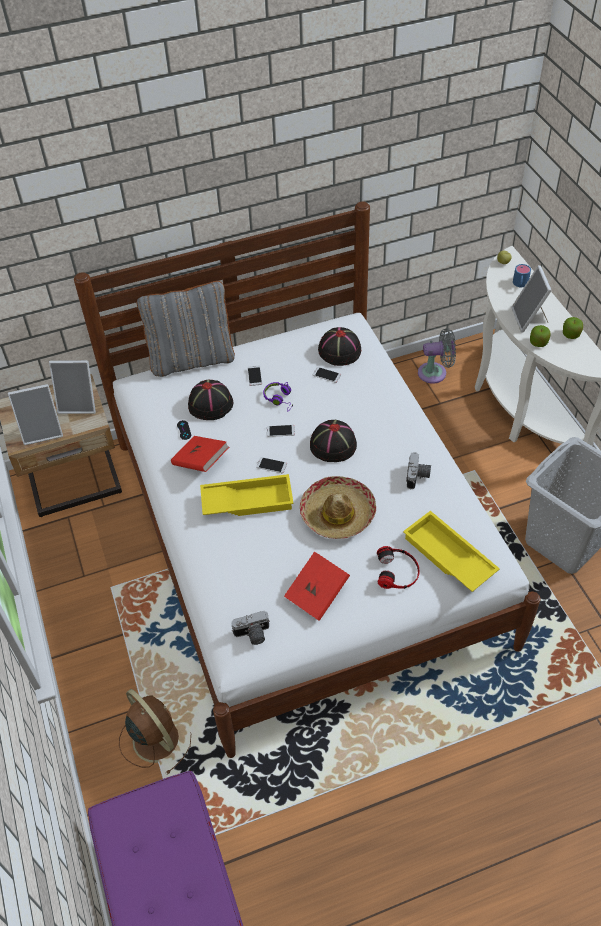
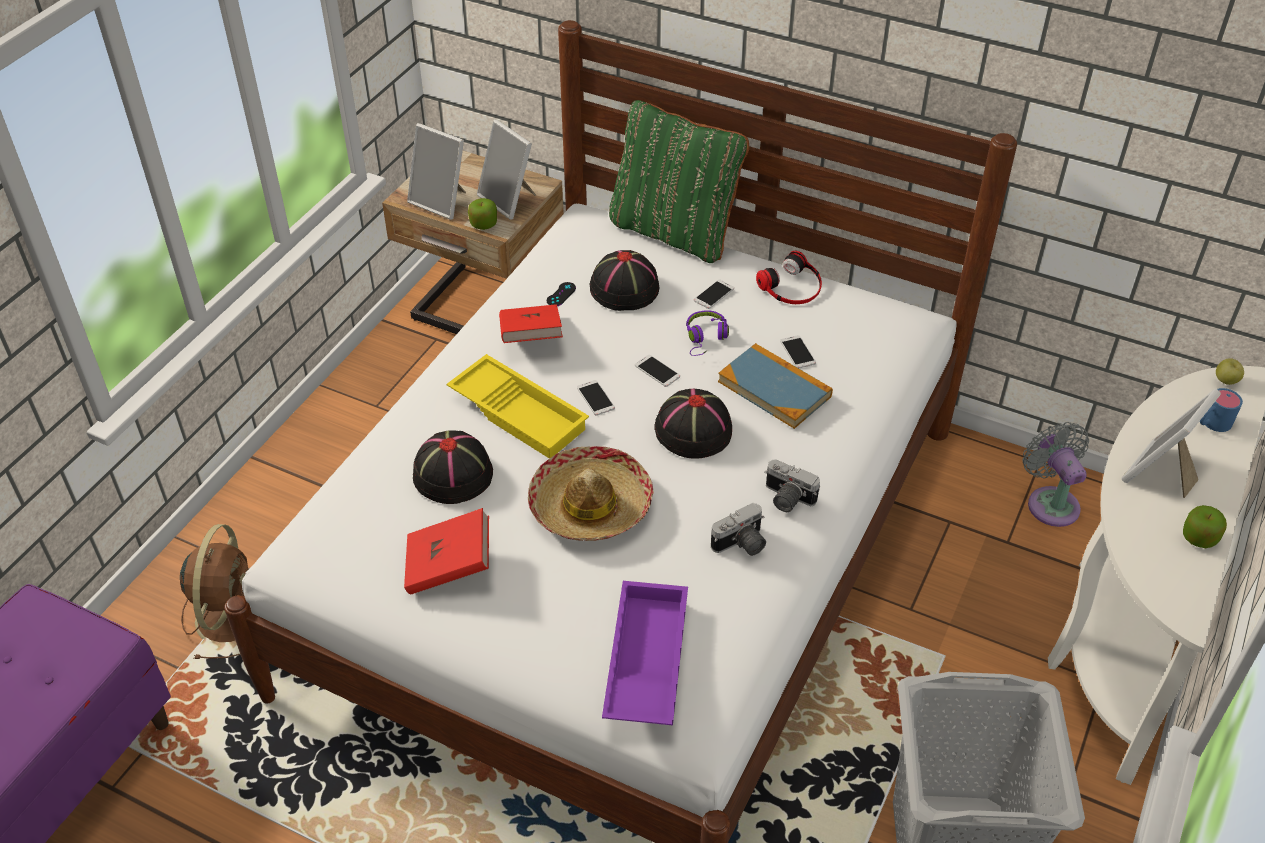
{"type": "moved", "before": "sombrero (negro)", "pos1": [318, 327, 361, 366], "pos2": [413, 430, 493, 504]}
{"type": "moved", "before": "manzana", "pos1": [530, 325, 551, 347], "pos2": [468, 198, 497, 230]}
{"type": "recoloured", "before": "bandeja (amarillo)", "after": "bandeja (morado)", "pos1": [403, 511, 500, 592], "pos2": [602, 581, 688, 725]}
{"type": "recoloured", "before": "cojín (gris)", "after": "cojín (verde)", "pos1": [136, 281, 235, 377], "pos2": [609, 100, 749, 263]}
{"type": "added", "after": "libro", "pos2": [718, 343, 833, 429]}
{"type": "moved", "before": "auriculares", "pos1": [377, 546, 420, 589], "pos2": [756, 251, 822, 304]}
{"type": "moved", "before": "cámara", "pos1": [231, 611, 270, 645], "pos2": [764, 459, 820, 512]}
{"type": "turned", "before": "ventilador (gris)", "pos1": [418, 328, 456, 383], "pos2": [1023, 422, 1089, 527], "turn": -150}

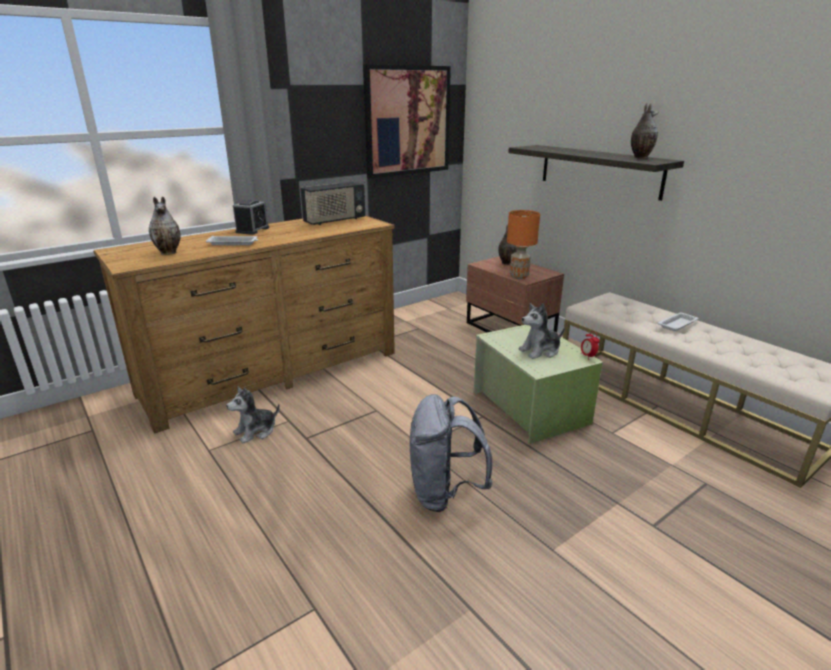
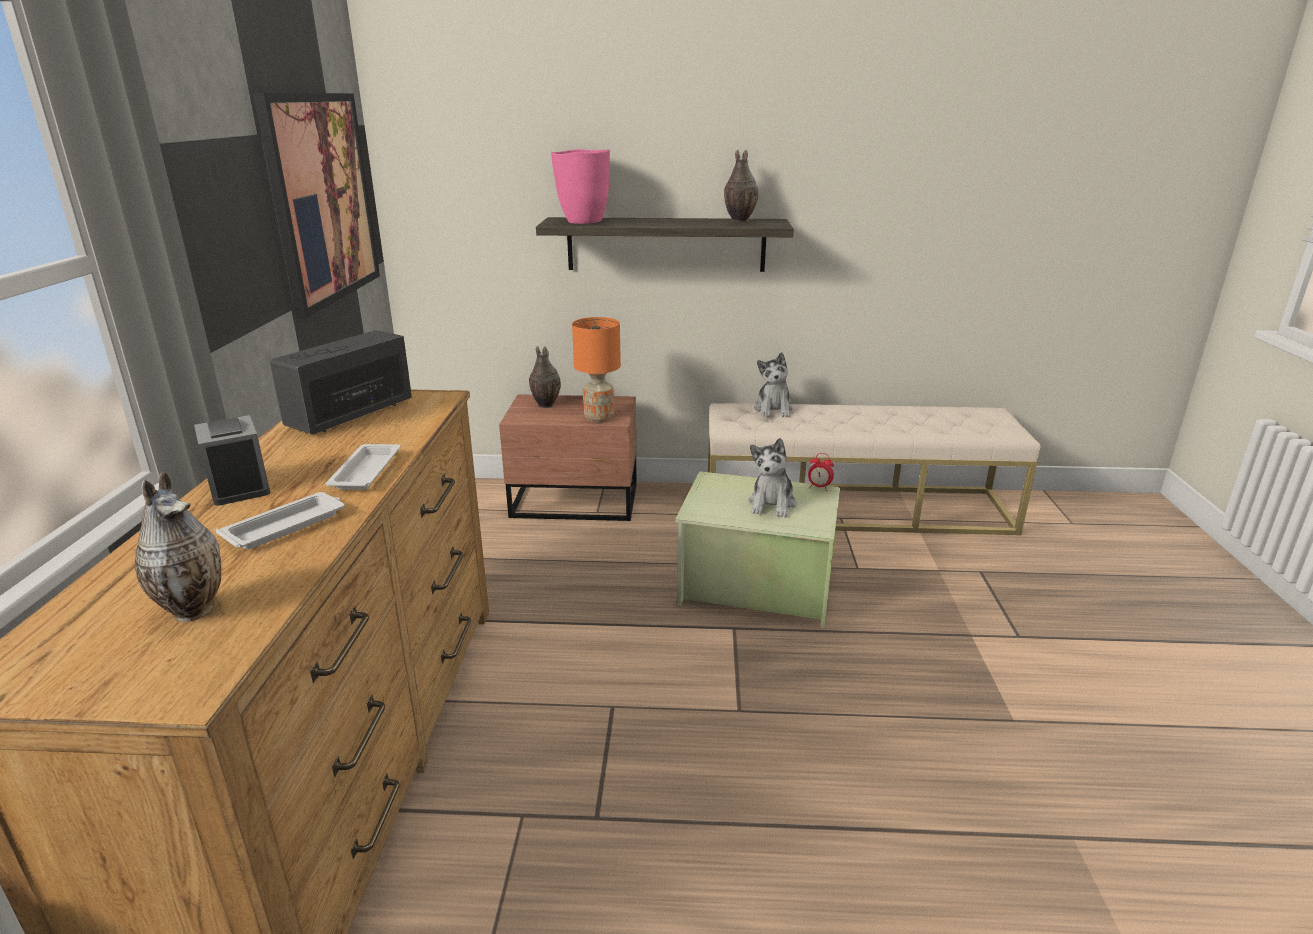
{"type": "turned", "before": "radio", "pos1": [300, 182, 365, 225], "pos2": [270, 330, 412, 434], "turn": -150}
{"type": "moved", "before": "bandeja (blanco)", "pos1": [657, 312, 699, 331], "pos2": [325, 444, 401, 490]}
{"type": "added", "after": "florero (rosa)", "pos2": [551, 149, 610, 224]}
{"type": "moved", "before": "peluche", "pos1": [226, 386, 280, 443], "pos2": [754, 352, 793, 417]}
{"type": "removed", "before": "mochila (gris)", "pos1": [410, 394, 492, 512]}

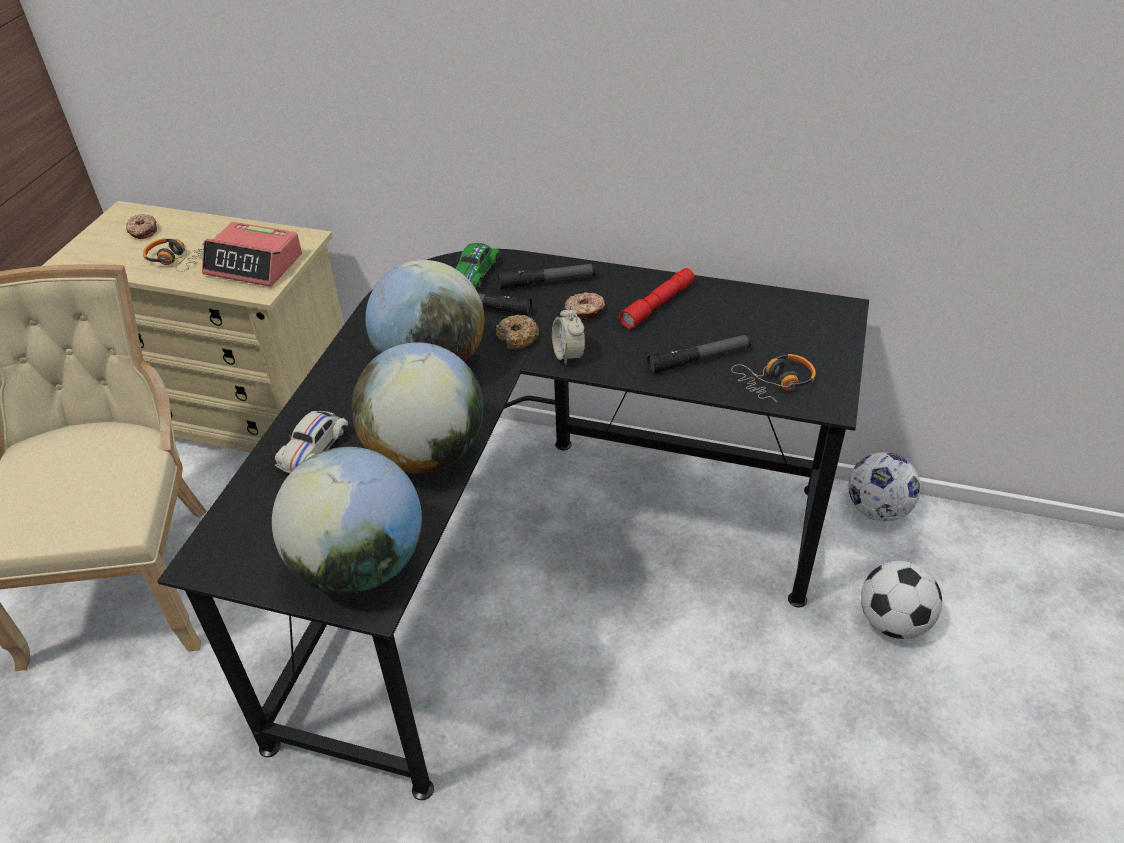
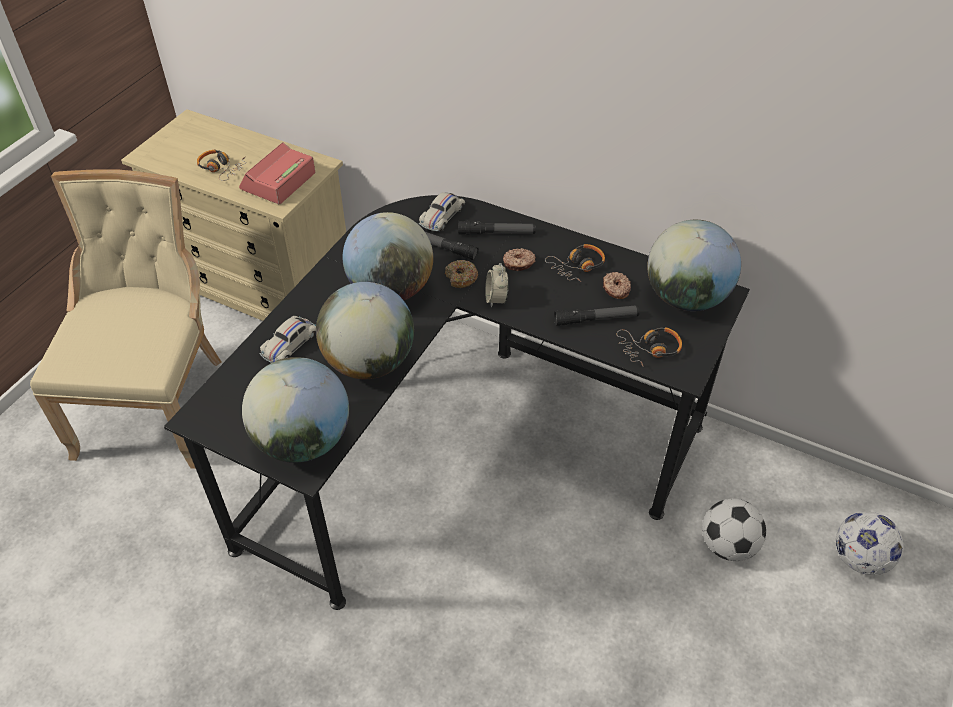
{"type": "turned", "before": "despertador", "pos1": [202, 222, 302, 287], "pos2": [239, 142, 315, 204], "turn": 90}
{"type": "recoloured", "before": "coche de juguete (verde)", "after": "coche de juguete (blanco)", "pos1": [455, 243, 500, 289], "pos2": [419, 192, 465, 231]}
{"type": "replaced", "before": "linterna (rojo)", "after": "auriculares", "pos1": [619, 268, 695, 329], "pos2": [545, 244, 605, 282]}
{"type": "moved", "before": "rosquilla", "pos1": [126, 214, 157, 239], "pos2": [603, 272, 631, 299]}
{"type": "added", "after": "globo terráqueo", "pos2": [647, 220, 741, 311]}
{"type": "moved", "before": "balón de fútbol", "pos1": [848, 452, 921, 521], "pos2": [836, 512, 904, 575]}

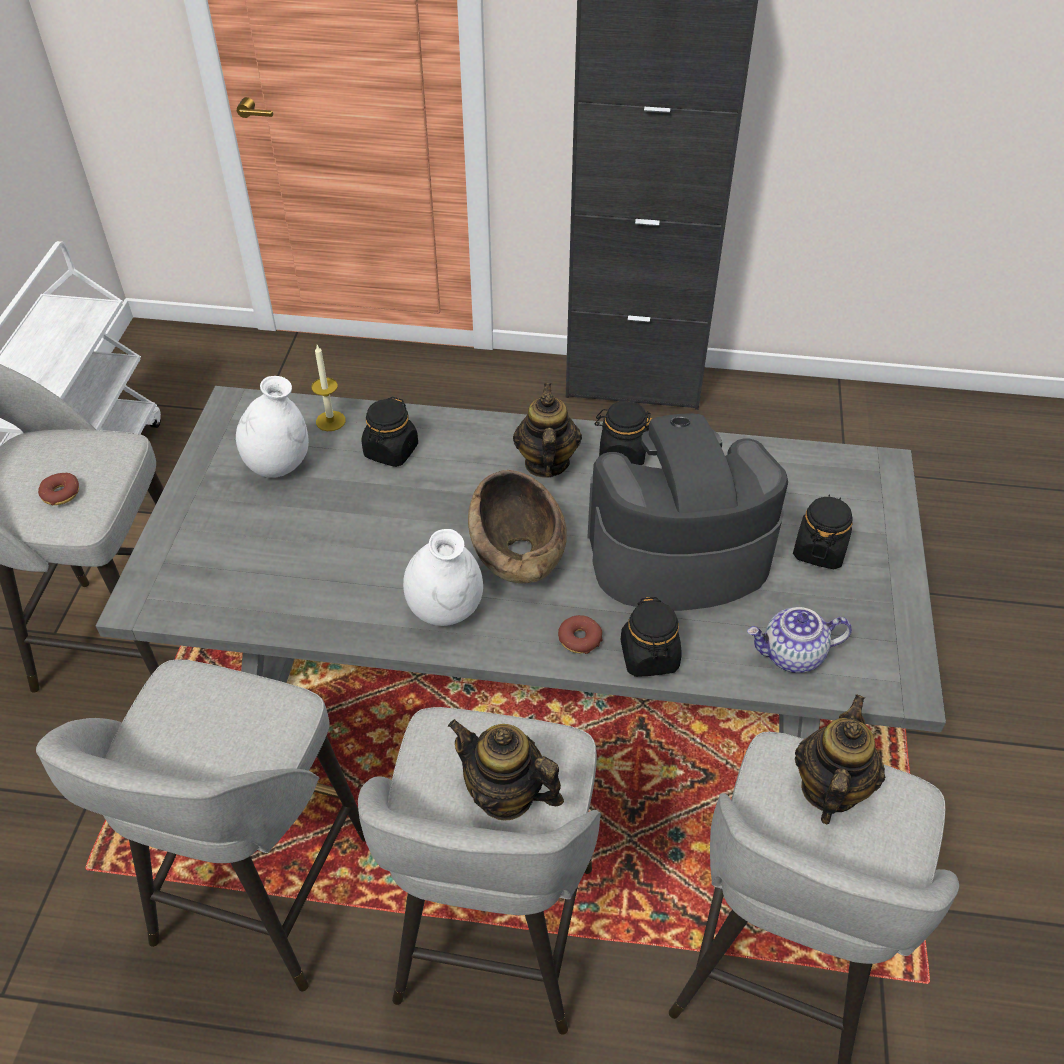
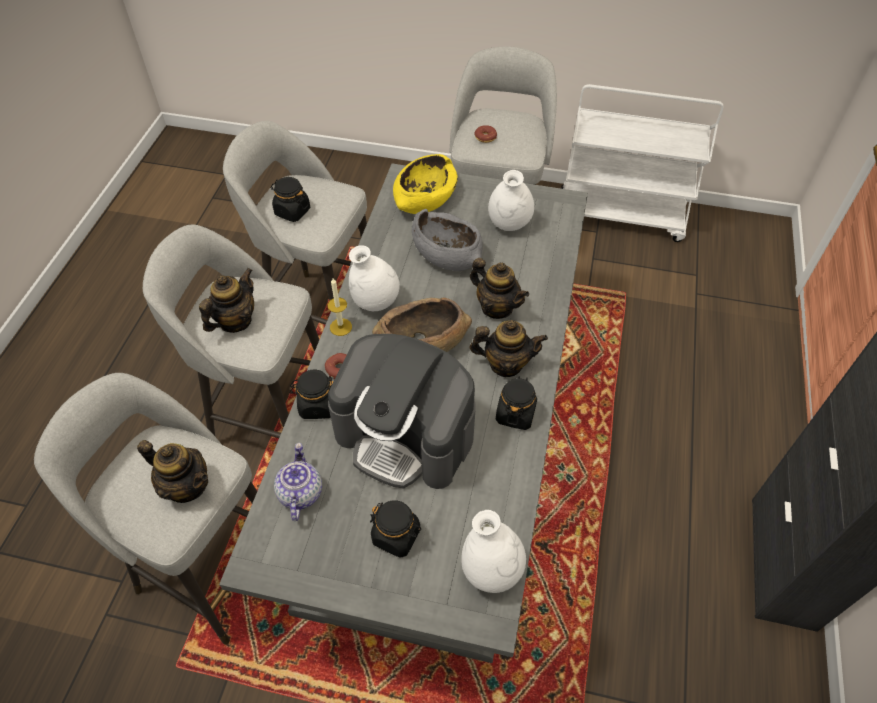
{"type": "moved", "before": "tarro (negro)", "pos1": [362, 396, 418, 467], "pos2": [270, 177, 310, 222]}
{"type": "moved", "before": "vela", "pos1": [312, 345, 346, 431], "pos2": [327, 278, 352, 336]}
{"type": "turned", "before": "cafetera", "pos1": [588, 414, 788, 611], "pos2": [328, 334, 476, 489], "turn": 120}
{"type": "added", "after": "cuenco (amarillo)", "pos2": [393, 154, 458, 214]}
{"type": "added", "after": "cuenco (gris)", "pos2": [412, 209, 483, 271]}
{"type": "added", "after": "florero (blanco)", "pos2": [461, 510, 526, 593]}
{"type": "added", "after": "tetera", "pos2": [470, 258, 529, 319]}

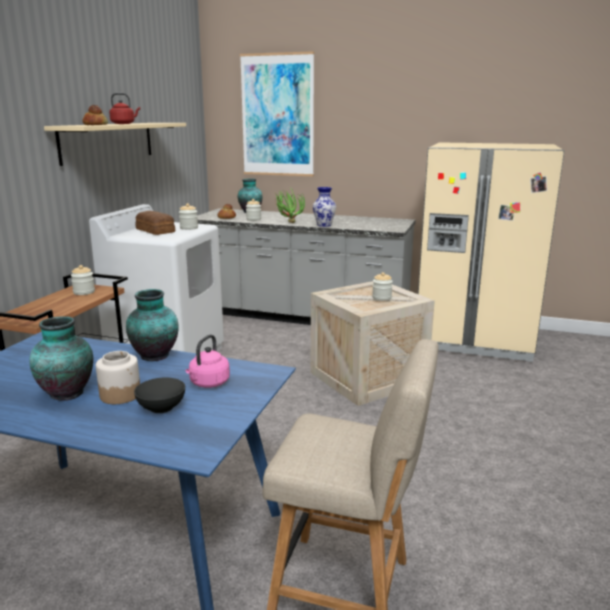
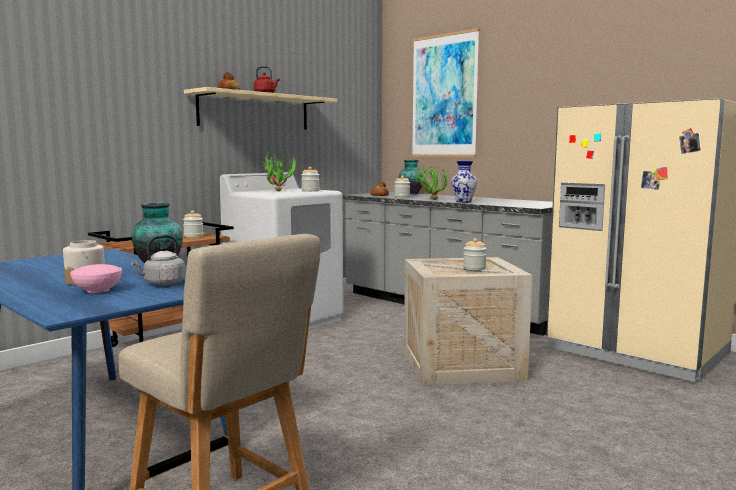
{"type": "recoloured", "before": "cuenco (negro)", "after": "cuenco (rosa)", "pos1": [134, 378, 185, 413], "pos2": [70, 264, 122, 293]}
{"type": "recoloured", "before": "hervidor (rosa)", "after": "hervidor (gris)", "pos1": [185, 334, 230, 388], "pos2": [131, 235, 185, 286]}
{"type": "replaced", "before": "pan", "after": "planta en maceta", "pos1": [135, 211, 175, 235], "pos2": [262, 152, 297, 192]}
{"type": "removed", "before": "florero", "pos1": [29, 316, 94, 401]}

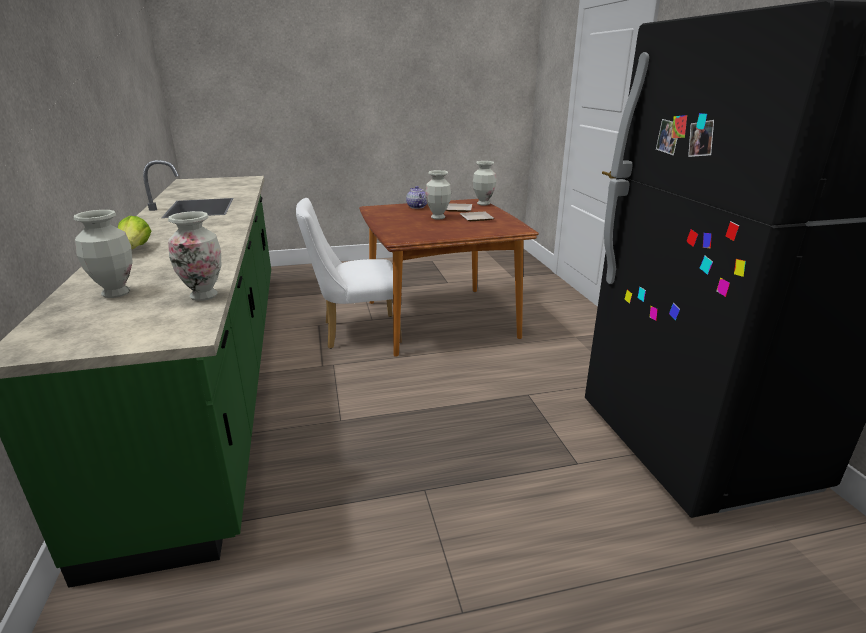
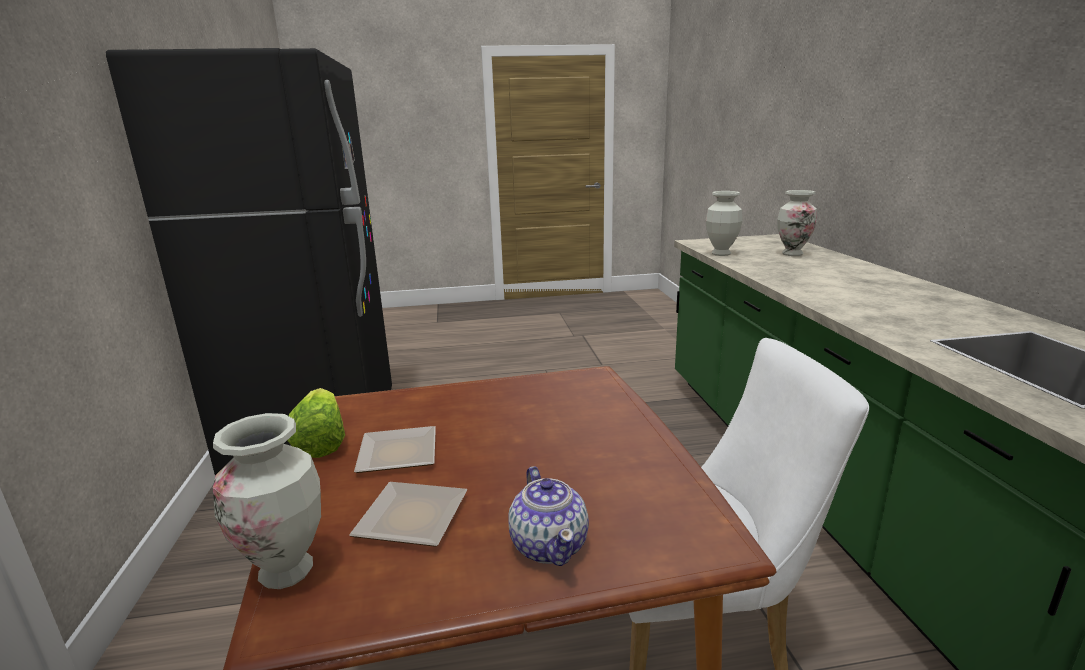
{"type": "moved", "before": "lechuga", "pos1": [118, 216, 151, 249], "pos2": [287, 388, 345, 458]}
{"type": "removed", "before": "florero", "pos1": [425, 170, 451, 220]}

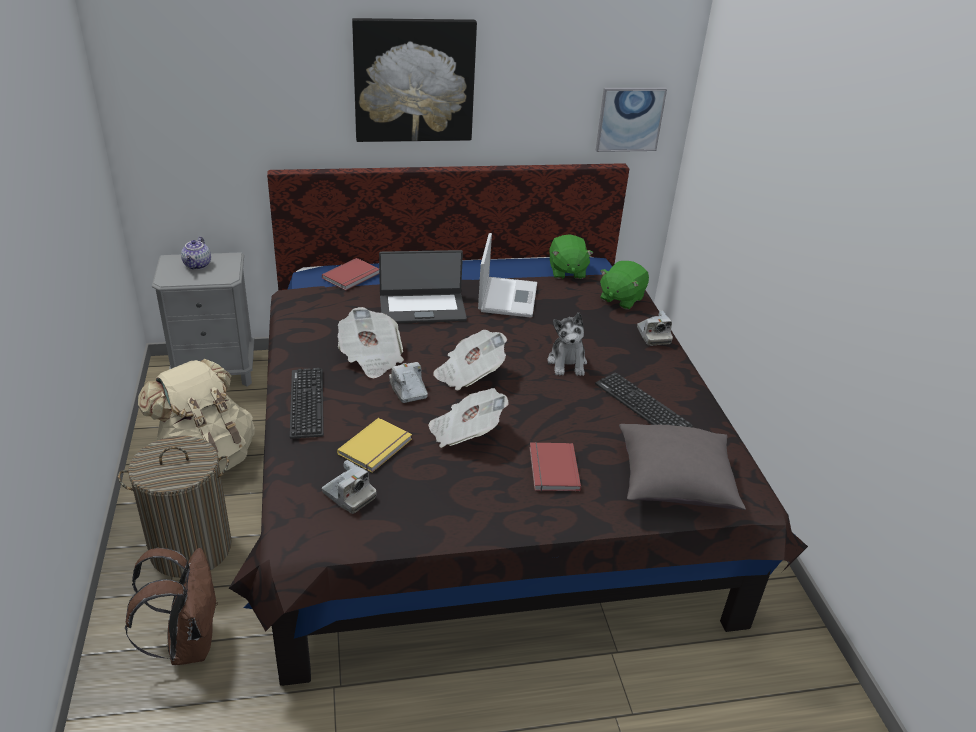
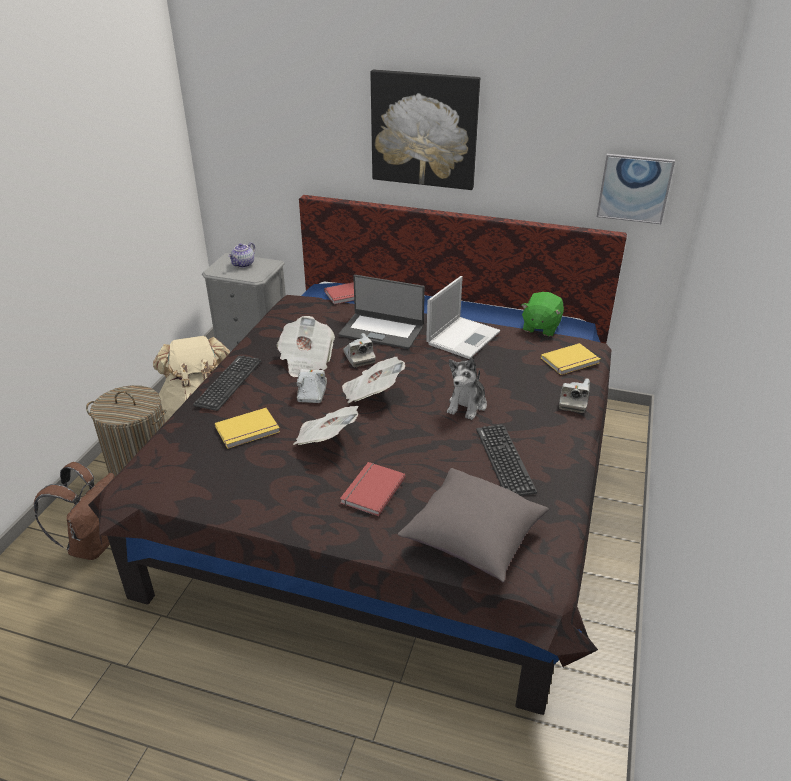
{"type": "moved", "before": "cámara", "pos1": [322, 460, 377, 514], "pos2": [343, 333, 376, 367]}
{"type": "replaced", "before": "peluche (verde)", "after": "libro (amarillo)", "pos1": [600, 261, 649, 309], "pos2": [541, 343, 600, 375]}

